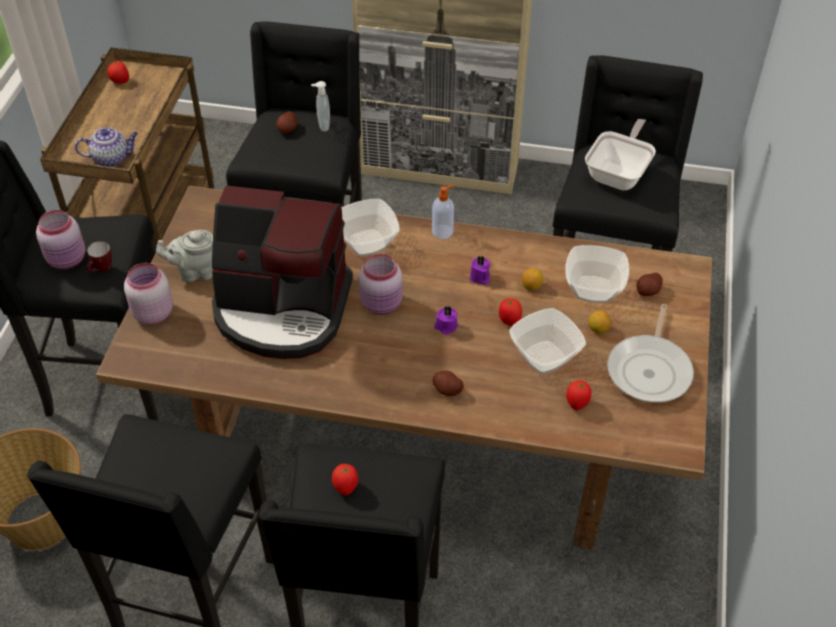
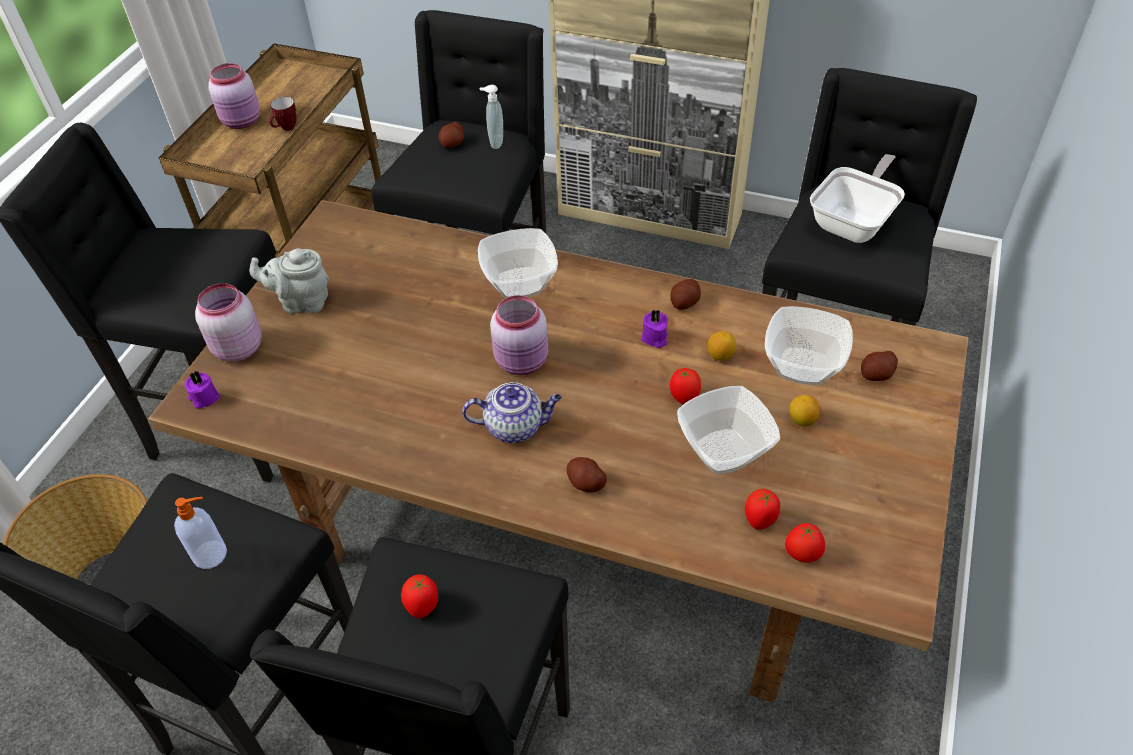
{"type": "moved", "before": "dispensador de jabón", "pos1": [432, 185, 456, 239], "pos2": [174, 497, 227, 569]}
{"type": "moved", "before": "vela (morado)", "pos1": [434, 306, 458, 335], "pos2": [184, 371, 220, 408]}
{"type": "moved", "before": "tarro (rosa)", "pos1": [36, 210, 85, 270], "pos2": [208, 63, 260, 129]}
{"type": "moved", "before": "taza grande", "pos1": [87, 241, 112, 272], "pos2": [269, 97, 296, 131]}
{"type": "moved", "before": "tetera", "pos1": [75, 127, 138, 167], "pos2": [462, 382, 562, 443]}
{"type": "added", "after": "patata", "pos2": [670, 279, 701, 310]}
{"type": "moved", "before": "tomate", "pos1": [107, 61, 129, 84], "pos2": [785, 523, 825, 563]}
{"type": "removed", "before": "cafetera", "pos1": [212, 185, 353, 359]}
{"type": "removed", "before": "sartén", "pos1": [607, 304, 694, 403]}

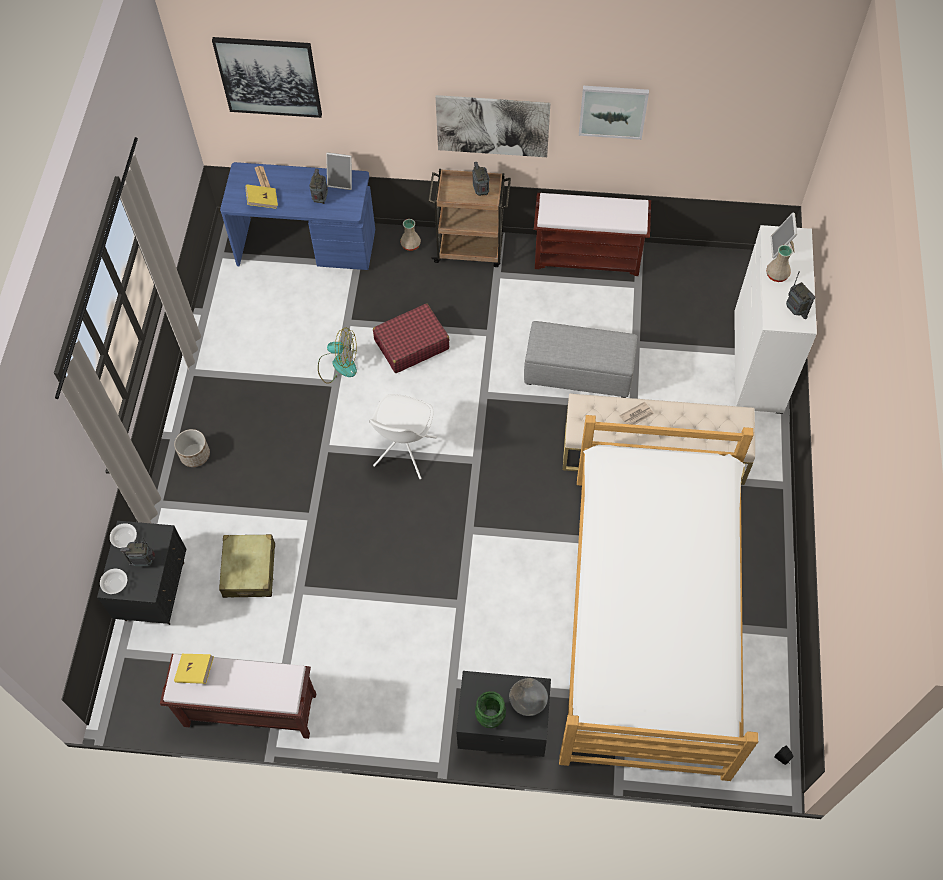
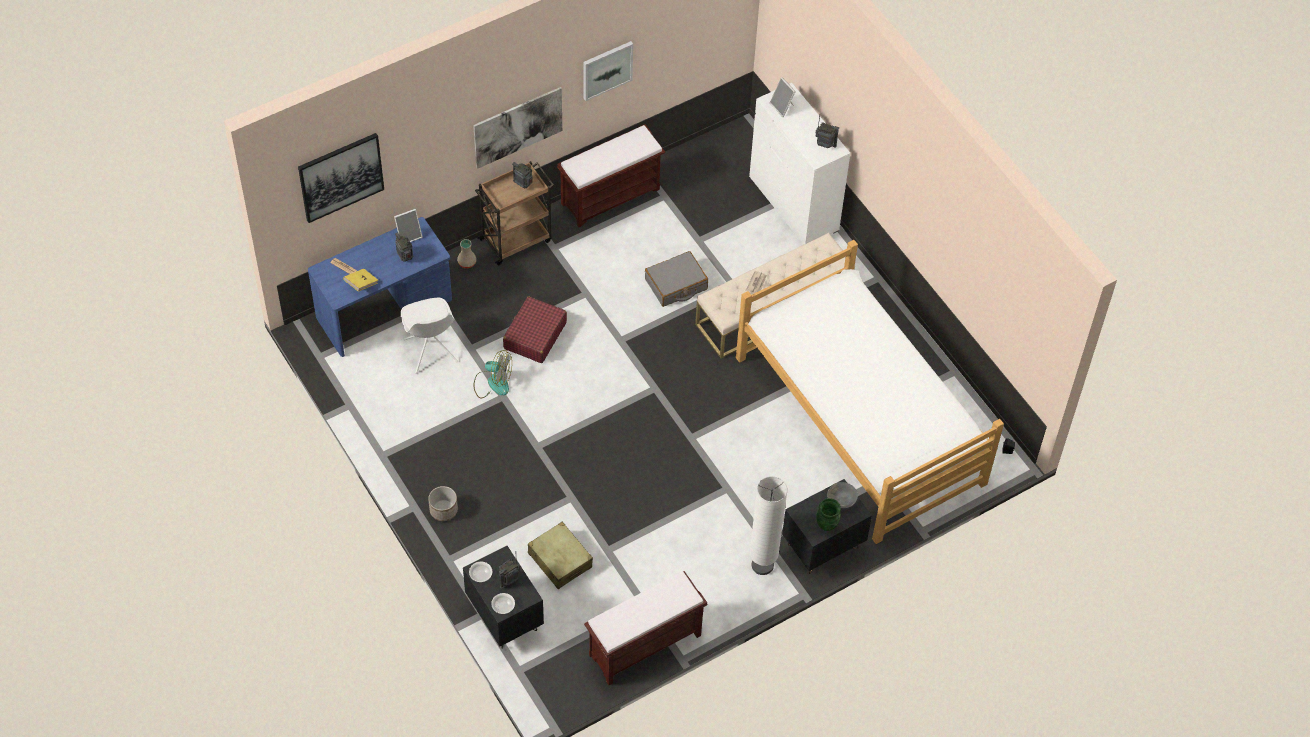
{"type": "moved", "before": "silla (blanco)", "pos1": [369, 394, 437, 479], "pos2": [401, 298, 458, 374]}
{"type": "turned", "before": "ventilador", "pos1": [318, 328, 357, 384], "pos2": [474, 350, 512, 398], "turn": 45}
{"type": "replaced", "before": "puf (gris)", "after": "maleta (gris)", "pos1": [524, 321, 637, 398], "pos2": [645, 251, 708, 307]}
{"type": "added", "after": "lámpara de pie (blanco)", "pos2": [750, 476, 788, 575]}
{"type": "removed", "before": "libro (amarillo)", "pos1": [174, 654, 214, 684]}
{"type": "removed", "before": "florero (beis)", "pos1": [766, 245, 793, 282]}

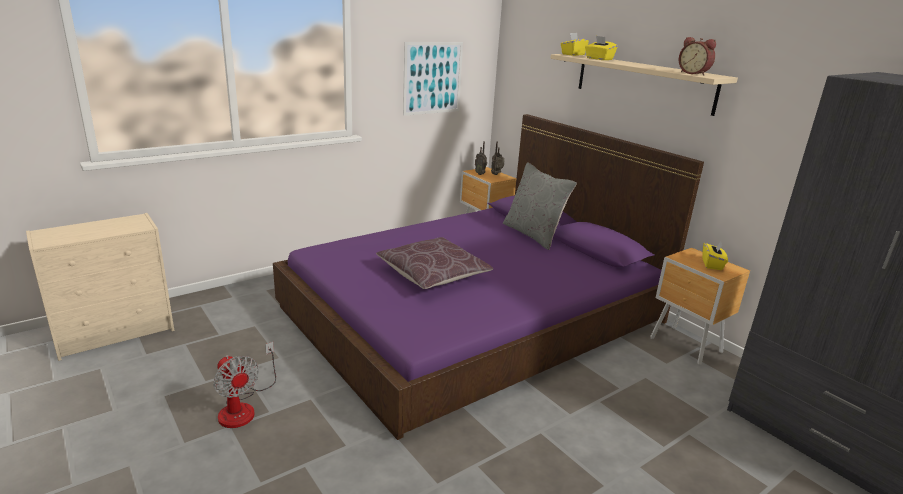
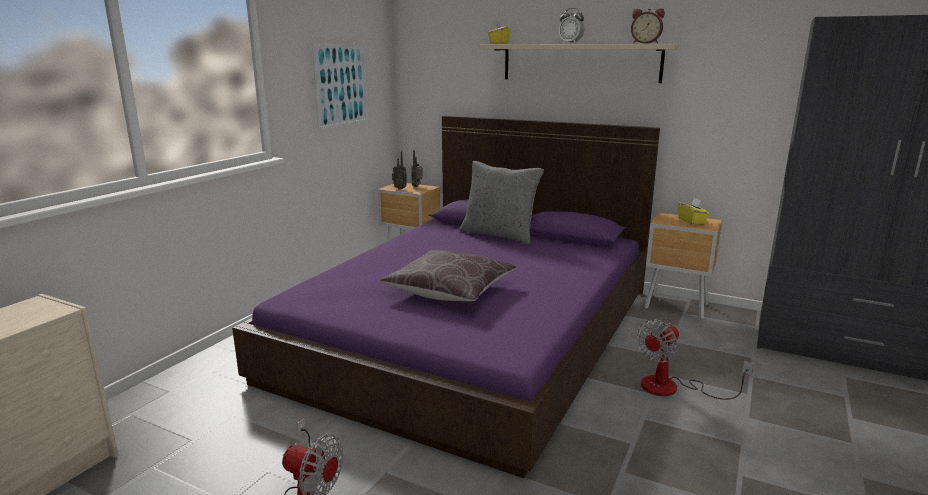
{"type": "added", "after": "despertador", "pos2": [558, 8, 584, 44]}
{"type": "added", "after": "ventilador", "pos2": [637, 319, 754, 400]}
{"type": "removed", "before": "caja de pañuelos (amarillo)", "pos1": [585, 36, 618, 60]}

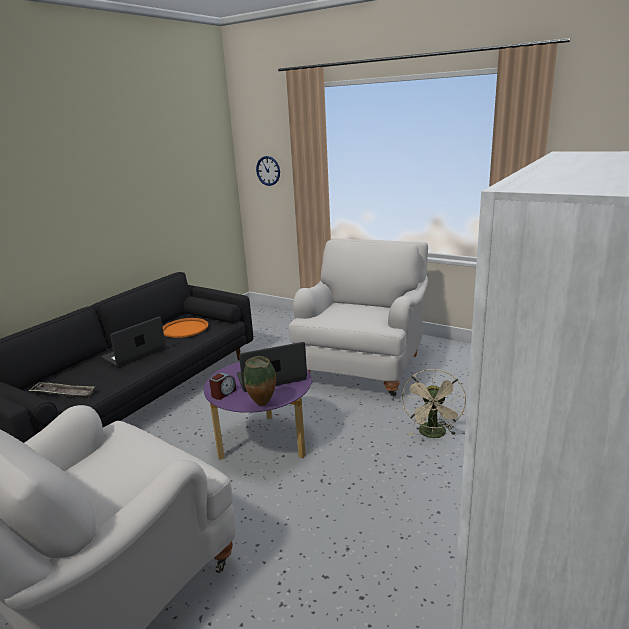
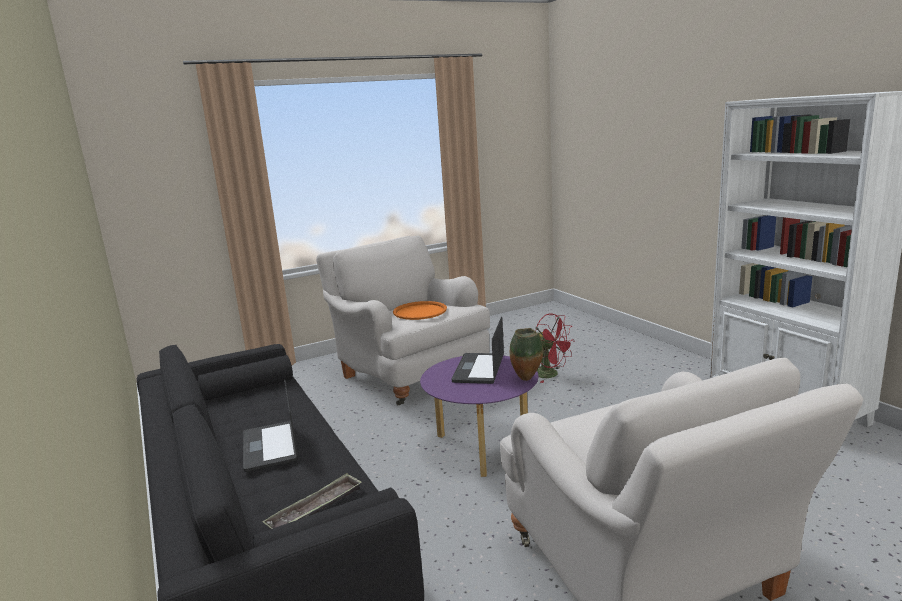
{"type": "moved", "before": "bandeja (naranja)", "pos1": [163, 318, 208, 338], "pos2": [393, 301, 447, 320]}
{"type": "recoloured", "before": "ventilador (beis)", "after": "ventilador (rojo)", "pos1": [402, 369, 466, 438], "pos2": [535, 313, 575, 383]}
{"type": "removed", "before": "despertador", "pos1": [209, 372, 236, 400]}
{"type": "removed", "before": "reloj de pared", "pos1": [256, 156, 280, 186]}

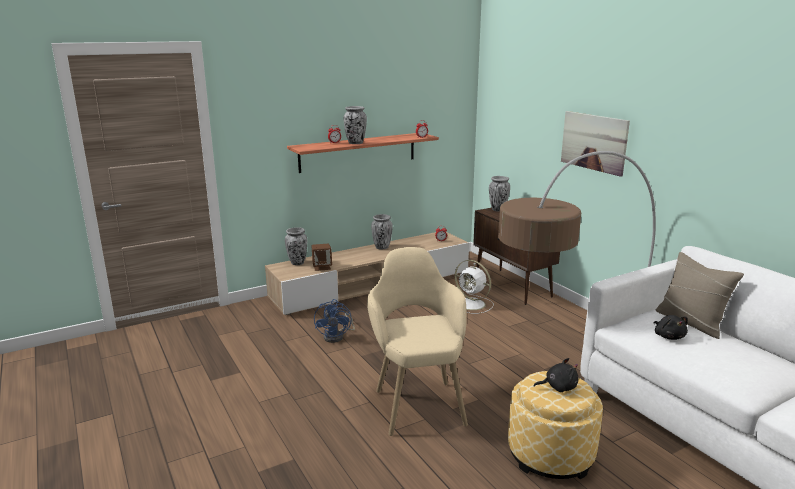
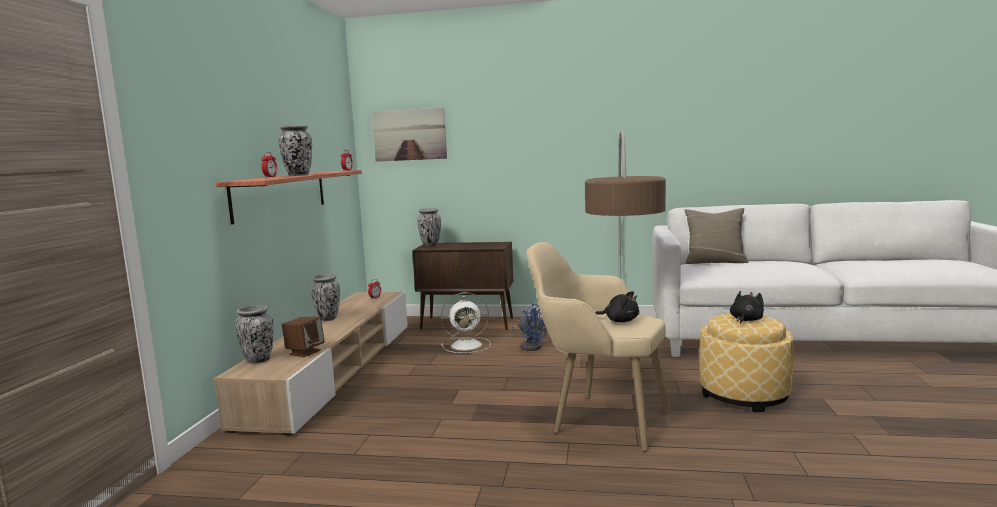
{"type": "moved", "before": "cuadro", "pos1": [561, 111, 630, 177], "pos2": [372, 108, 447, 162]}
{"type": "moved", "before": "ventilador (azul)", "pos1": [314, 299, 355, 343], "pos2": [512, 303, 547, 351]}
{"type": "moved", "before": "peluche (negro)", "pos1": [653, 315, 688, 340], "pos2": [595, 291, 639, 322]}

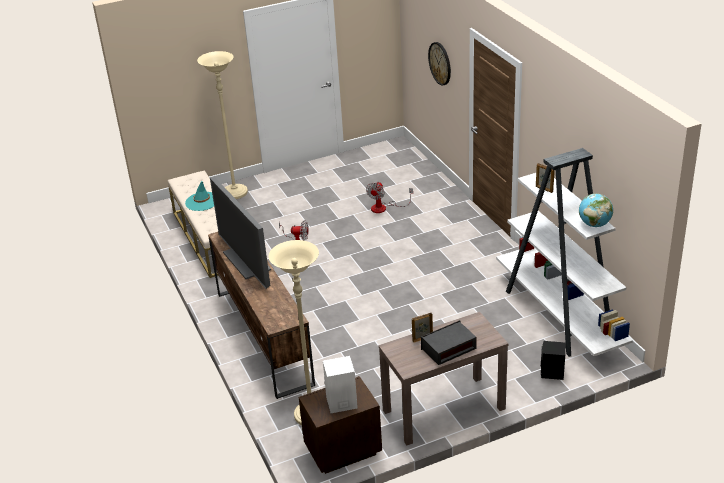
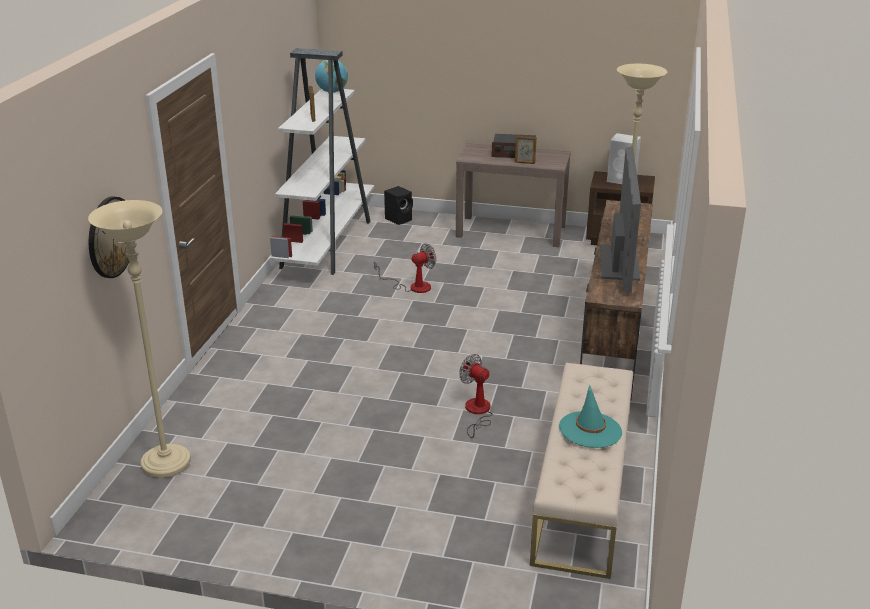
{"type": "moved", "before": "lámpara de pie (beis)", "pos1": [197, 51, 248, 199], "pos2": [88, 200, 191, 478]}
{"type": "moved", "before": "ventilador", "pos1": [366, 182, 413, 213], "pos2": [374, 243, 436, 293]}

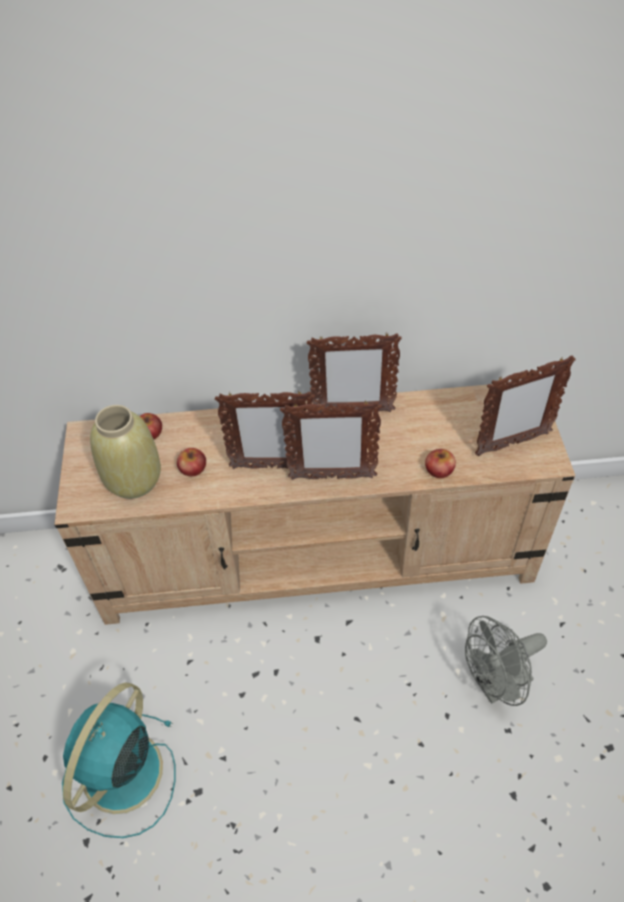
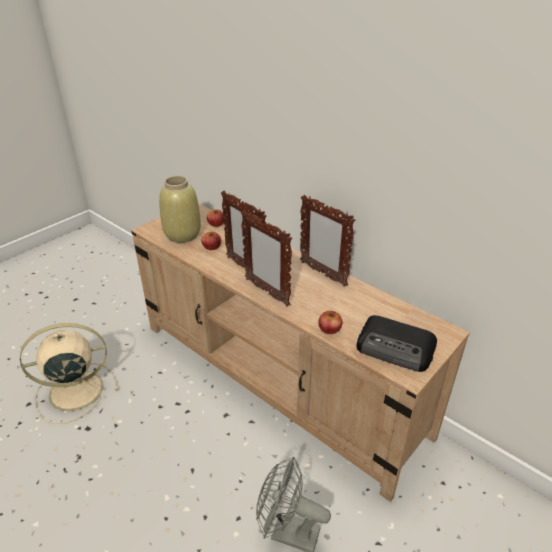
{"type": "recoloured", "before": "ventilador (turquesa)", "after": "ventilador (beis)", "pos1": [62, 683, 176, 838], "pos2": [20, 323, 119, 424]}
{"type": "replaced", "before": "portarretratos", "after": "radio", "pos1": [475, 356, 576, 456], "pos2": [356, 315, 437, 372]}

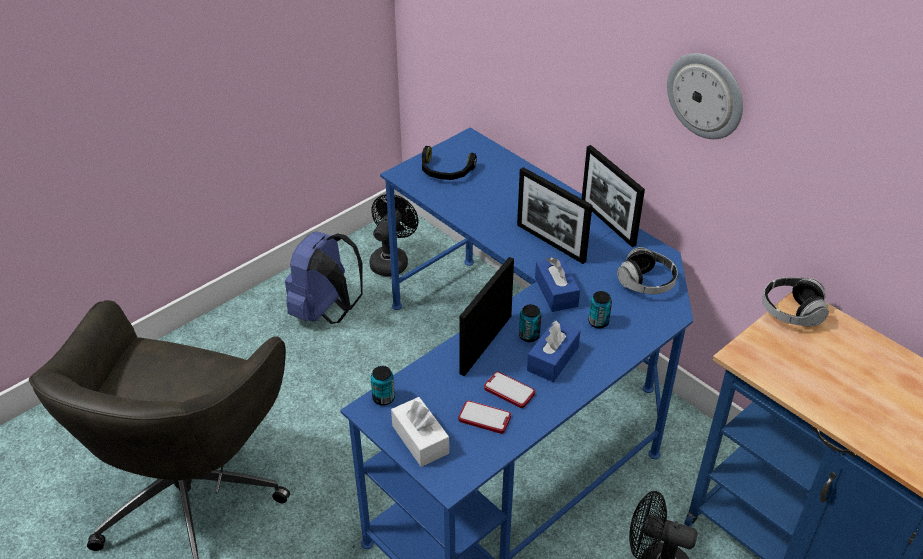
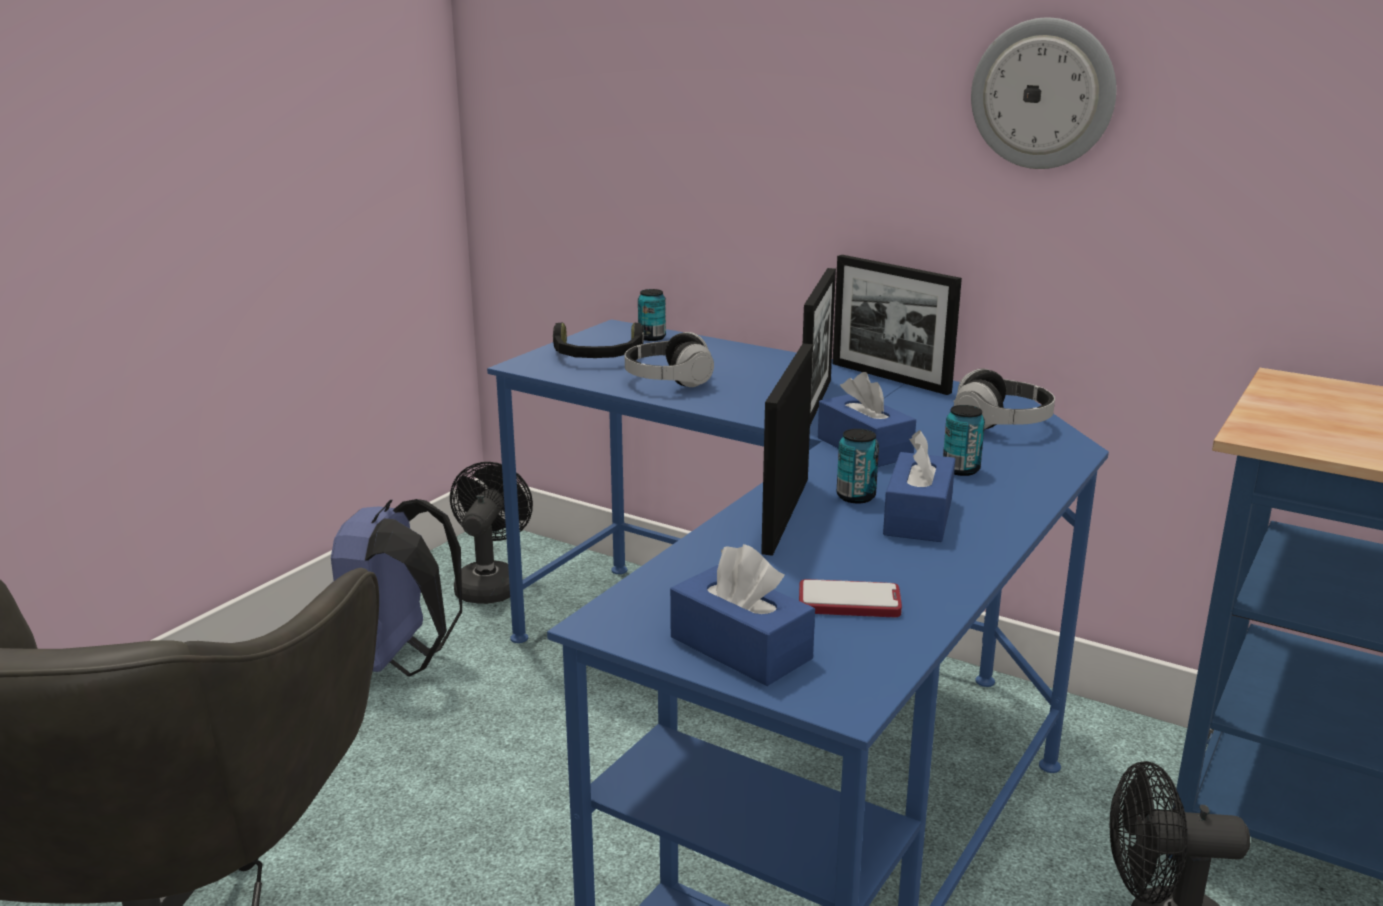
{"type": "moved", "before": "auriculares", "pos1": [762, 277, 829, 327], "pos2": [625, 332, 714, 387]}
{"type": "moved", "before": "lata", "pos1": [371, 366, 395, 406], "pos2": [638, 289, 666, 341]}
{"type": "recoloured", "before": "caja de pañuelos (blanco)", "after": "caja de pañuelos (azul)", "pos1": [391, 397, 449, 467], "pos2": [670, 544, 815, 686]}
{"type": "turned", "before": "portarretratos", "pos1": [517, 167, 592, 264], "pos2": [803, 268, 836, 425], "turn": -105}
{"type": "removed", "before": "móvil", "pos1": [484, 372, 535, 408]}

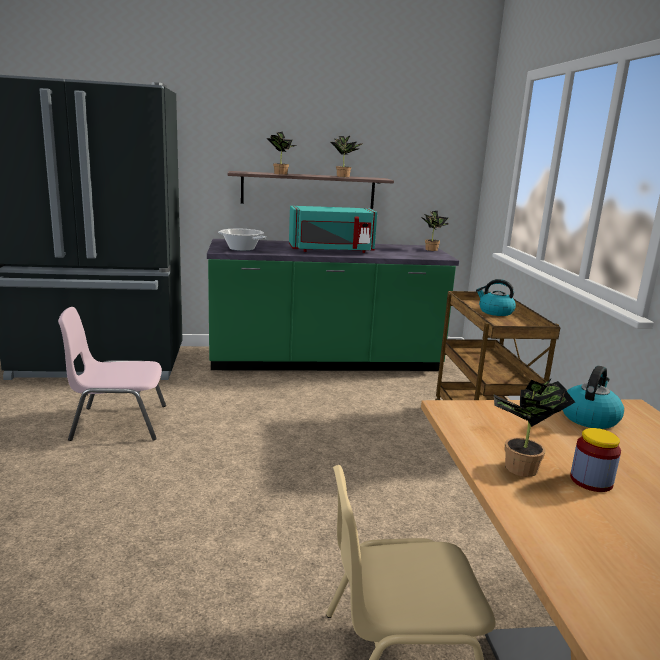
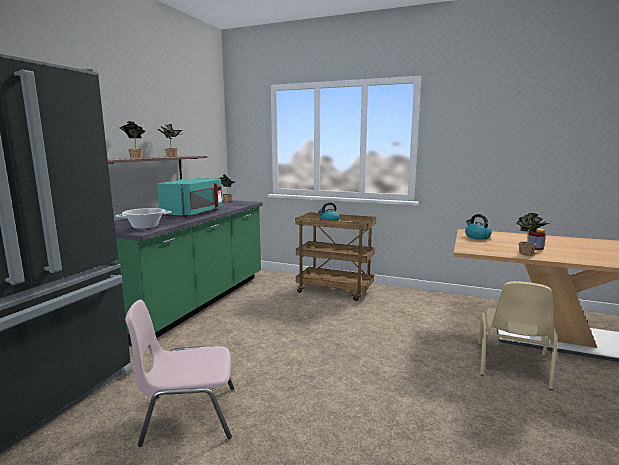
{"type": "turned", "before": "silla (rosa)", "pos1": [58, 307, 166, 441], "pos2": [125, 300, 234, 447], "turn": 60}

